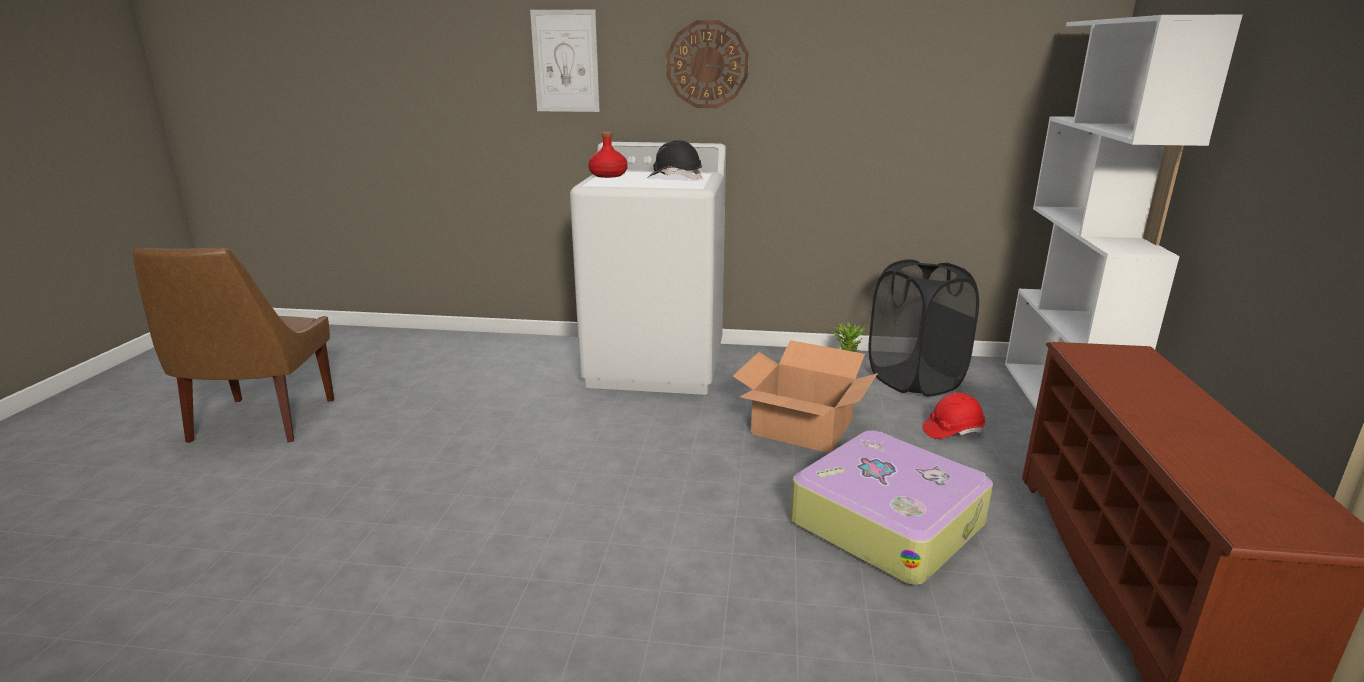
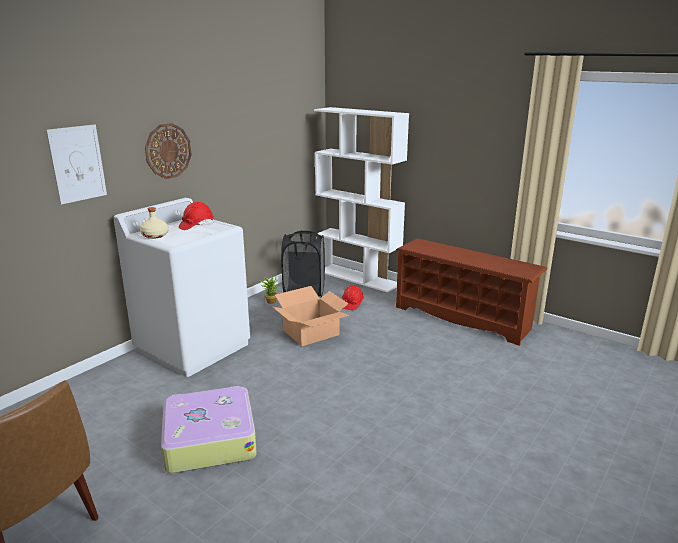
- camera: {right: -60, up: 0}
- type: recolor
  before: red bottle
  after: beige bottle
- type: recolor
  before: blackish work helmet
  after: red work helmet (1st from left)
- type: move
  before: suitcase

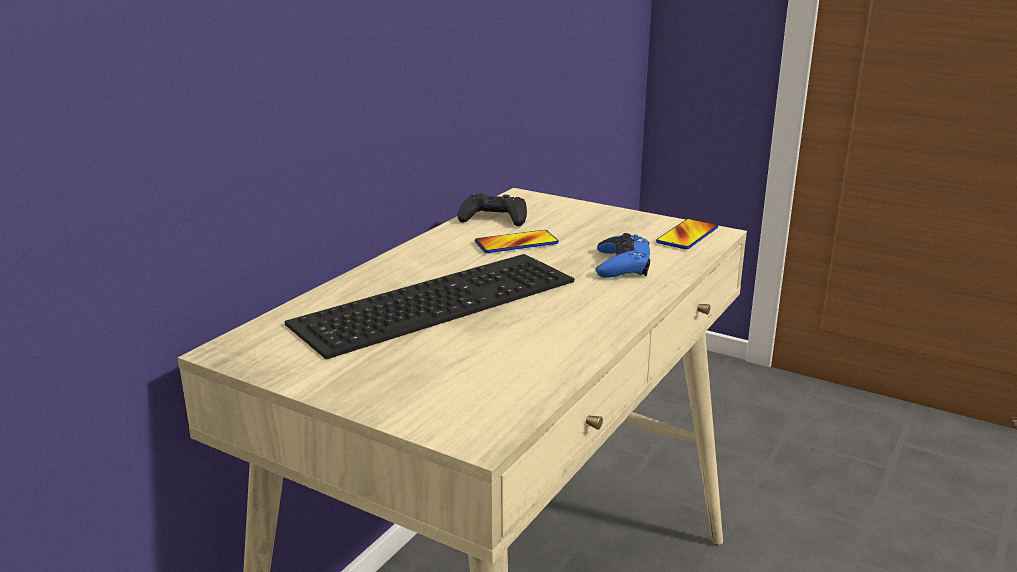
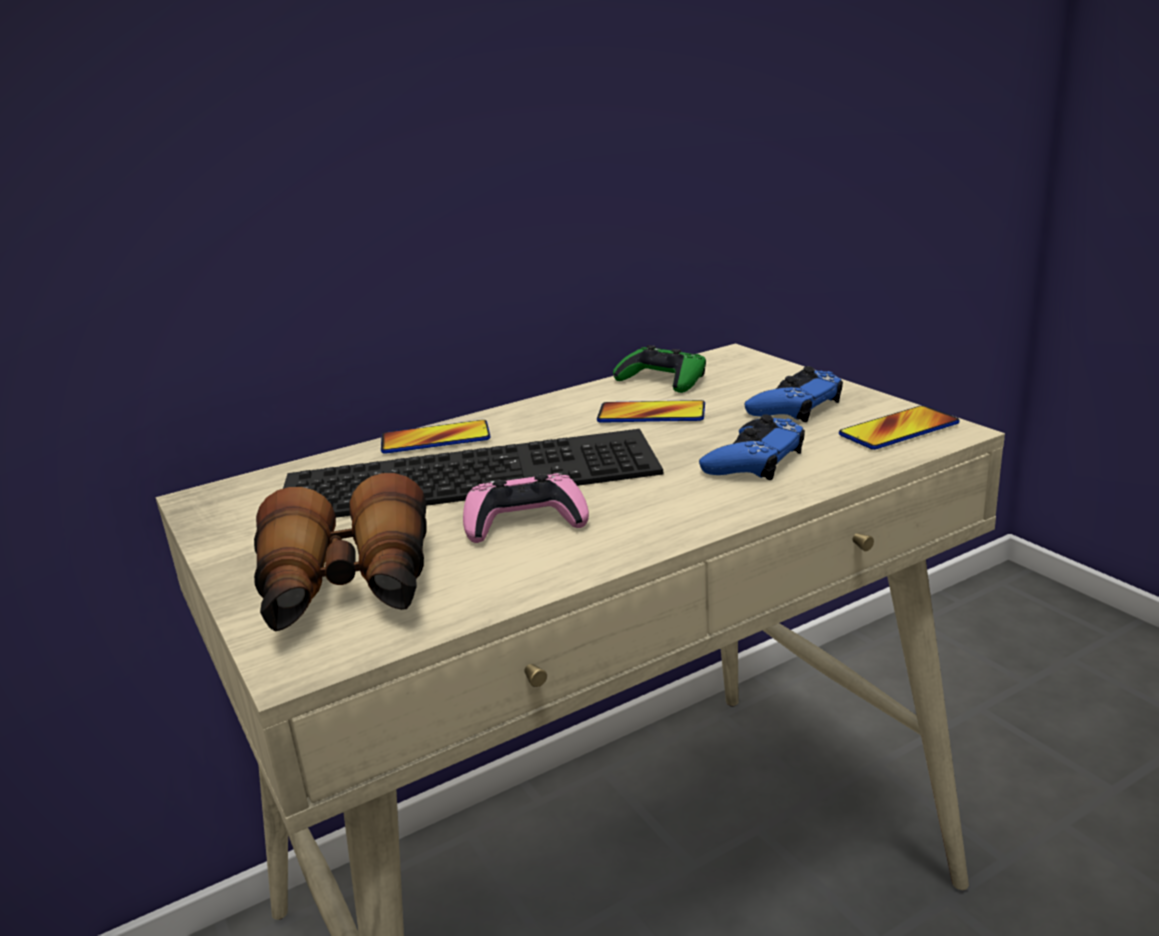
- camera: {right: 30, up: 0}
- type: recolor
  before: blackish game controller
  after: green-coloured game controller
- type: insert
  after: blue-coloured game controller (2nd from left)
- type: insert
  after: handset (1st from left)
- type: insert
  after: field glasses
- type: insert
  after: pinkish game controller

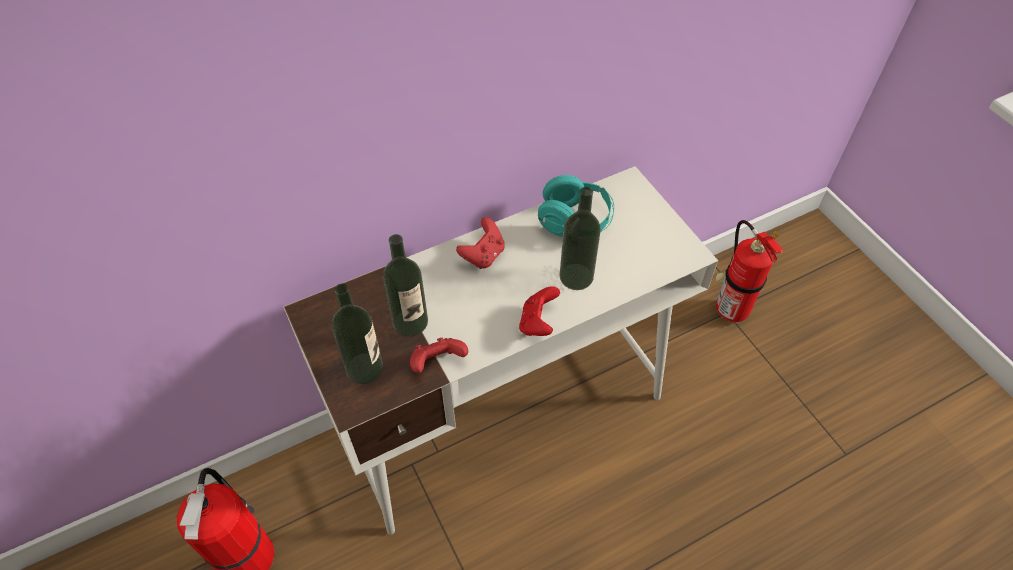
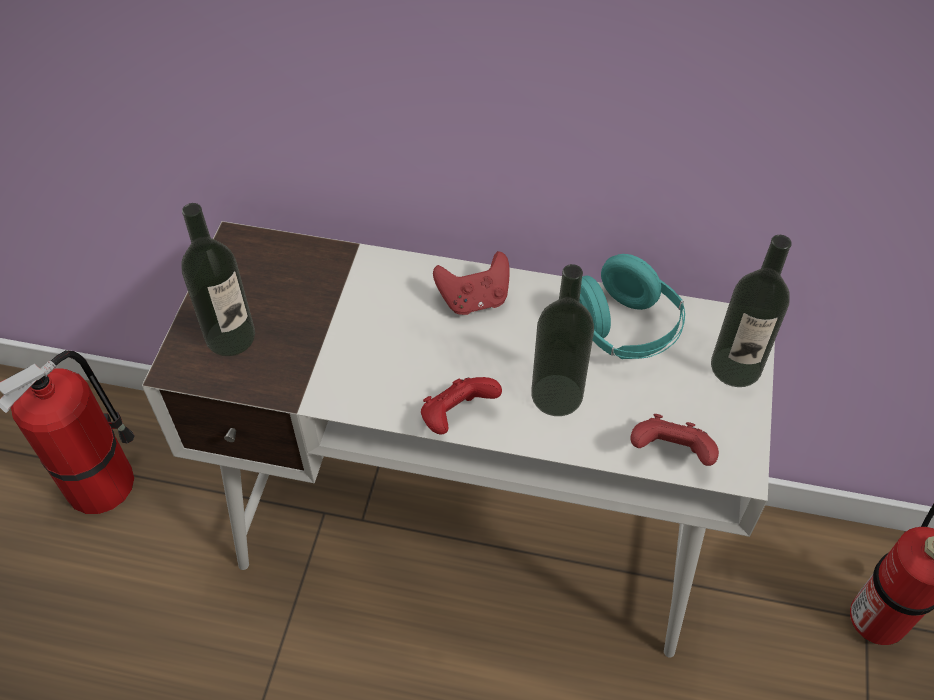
- camera: {right: 40, up: 0}
- type: move
  before: bottle (2nd from left in the first image)
  after: bottle (3rd from left)
- type: move
  before: red game controller (1st from left in the first image)
  after: red game controller (3rd from left)

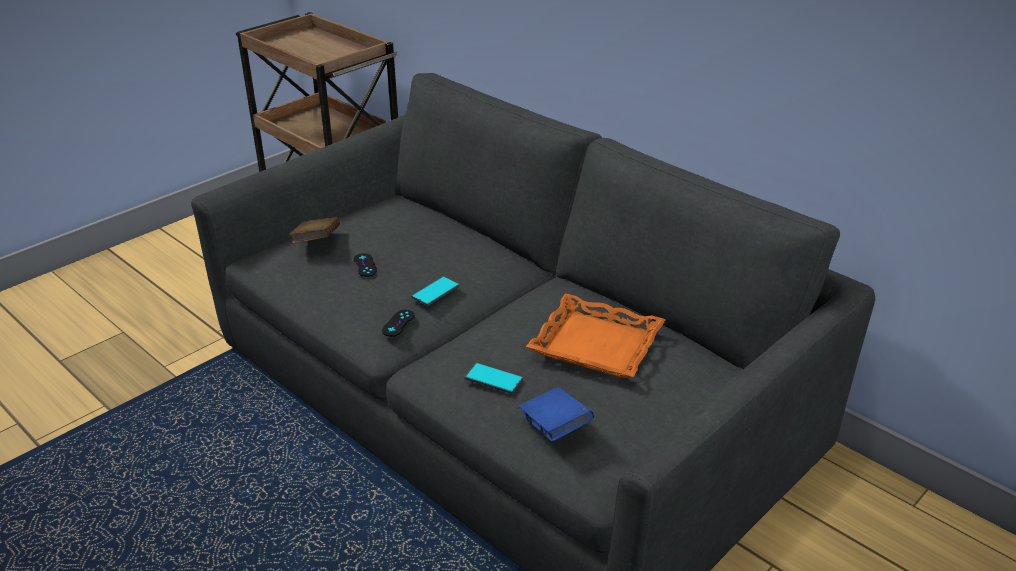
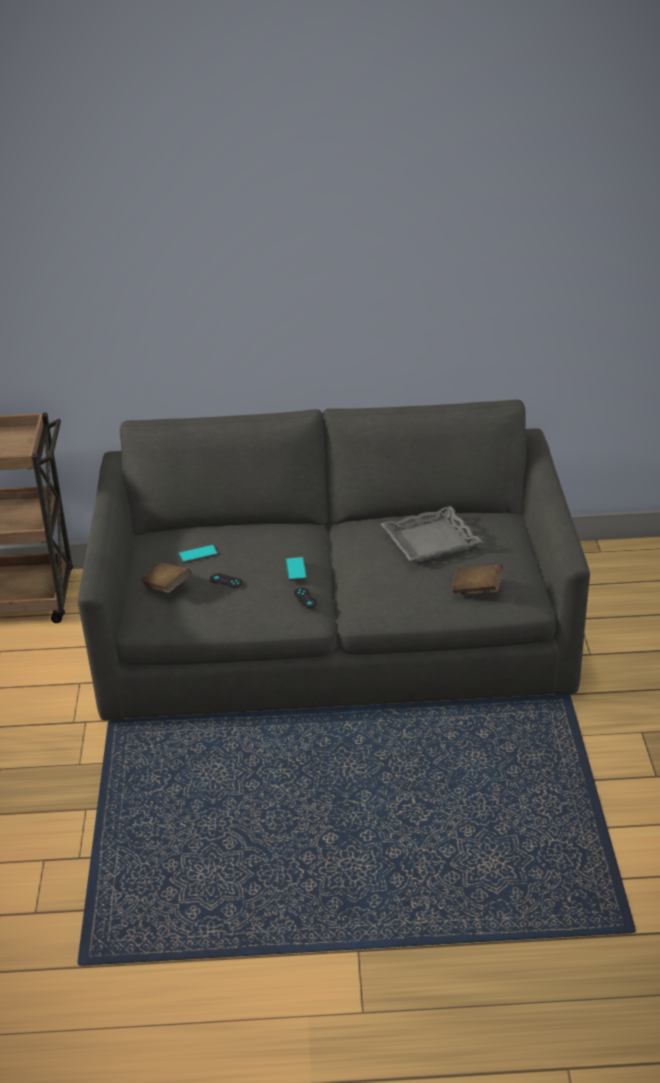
- camera: {right: -45, up: 0}
- type: recolor
  before: orangey carrying tray
  after: grey carrying tray
- type: move
  before: handset (2nd from left in the first image)
  after: handset (1st from left)
- type: recolor
  before: blue-coloured book
  after: brownish book (2nd from left)

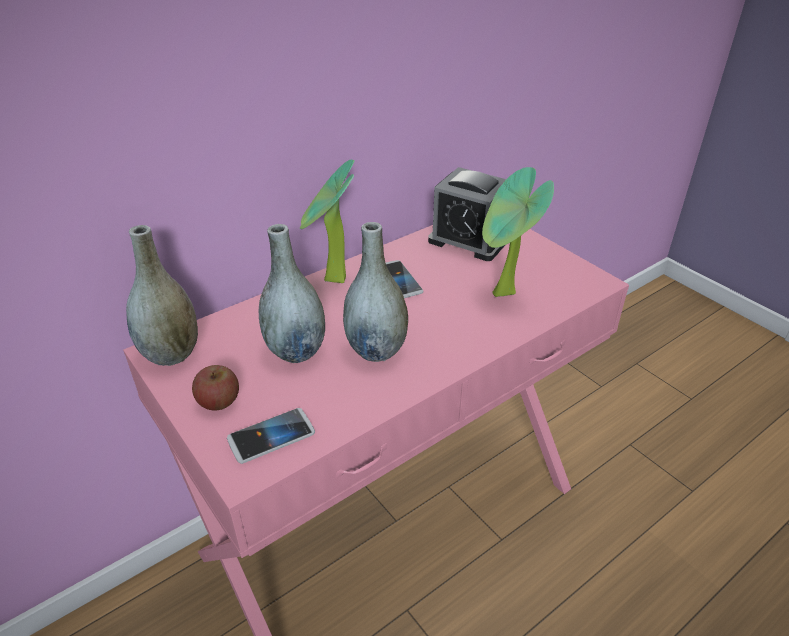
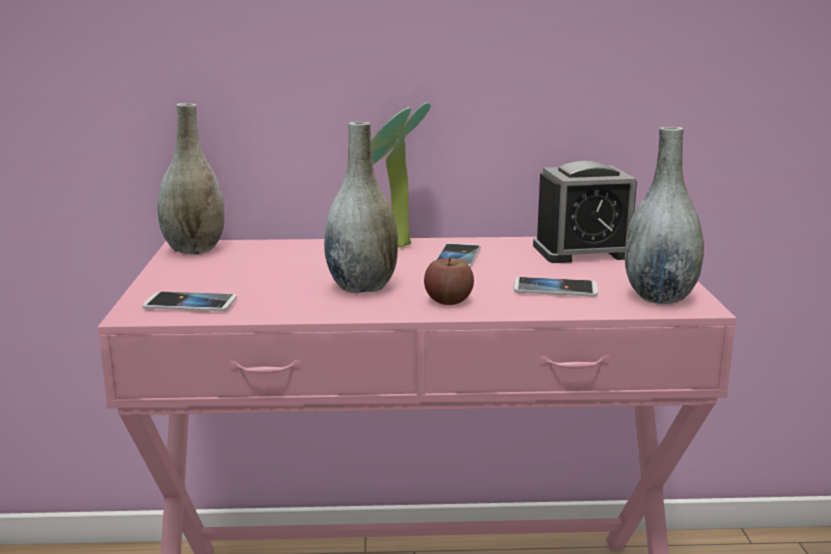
- camera: {right: 35, up: -20}
- type: rotate
  before: table clock
  turn: -75
- type: replace
  before: houseplant (2nd from left)
  after: handset (3rd from left)
- type: move
  before: grey flower vase (2nd from left in the first image)
  after: grey flower vase (3rd from left)
- type: move
  before: apple

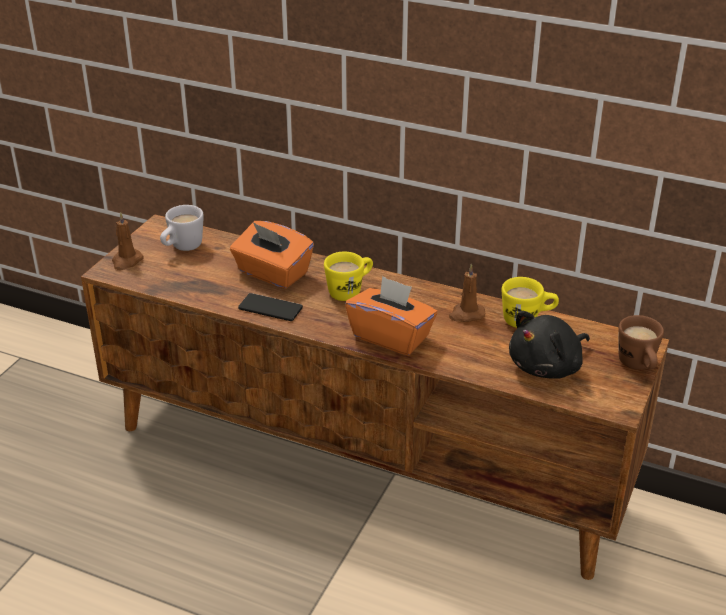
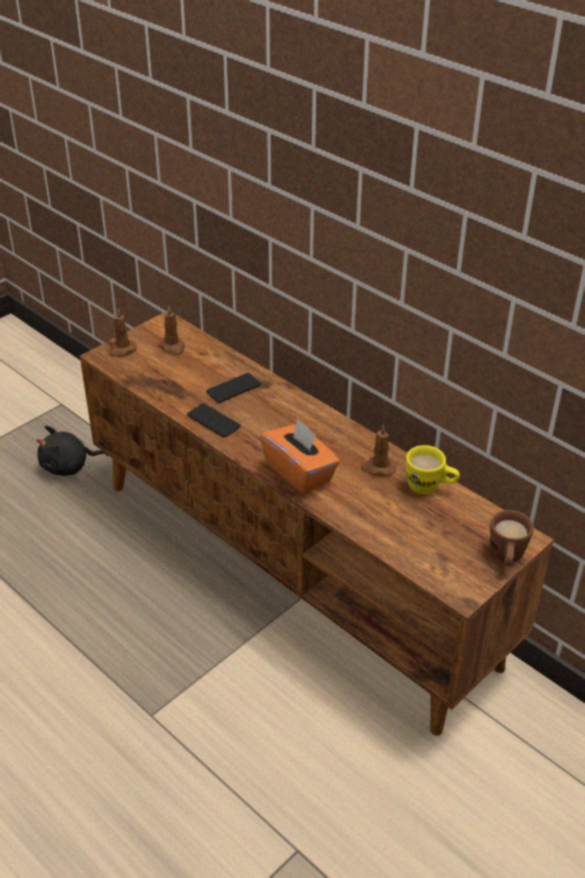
- camera: {right: 20, up: 5}
- type: replace
  before: white mug
  after: brownish wax candle (2nd from left)
- type: replace
  before: orangey tissue holder (1st from left)
  after: handset (2nd from left)
- type: delete
  before: yellow mug (1st from left)
- type: move
  before: blackish plush toy

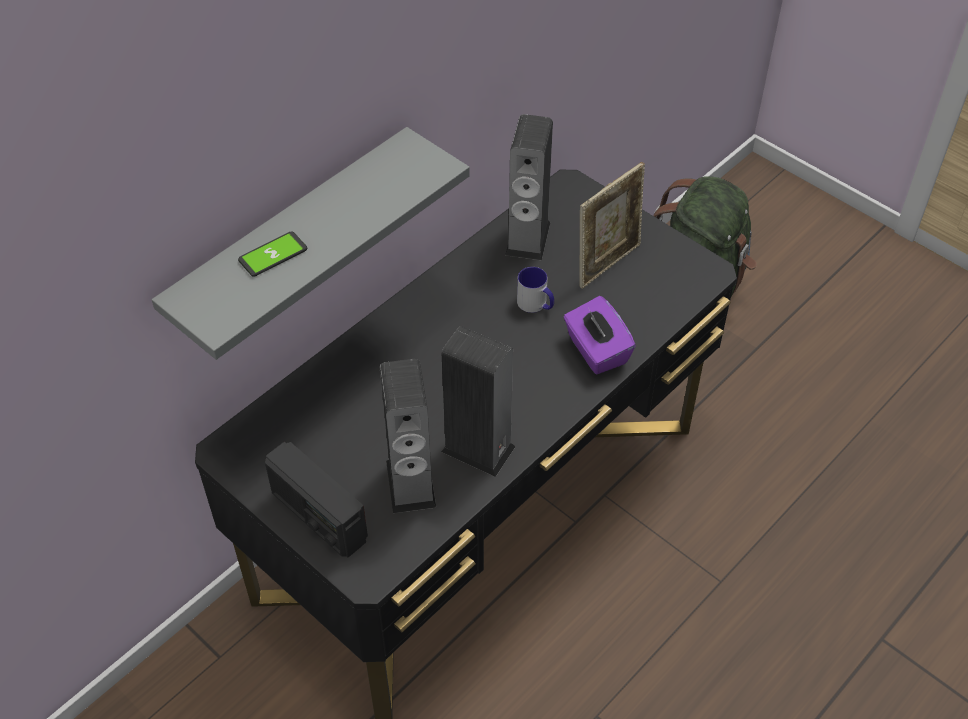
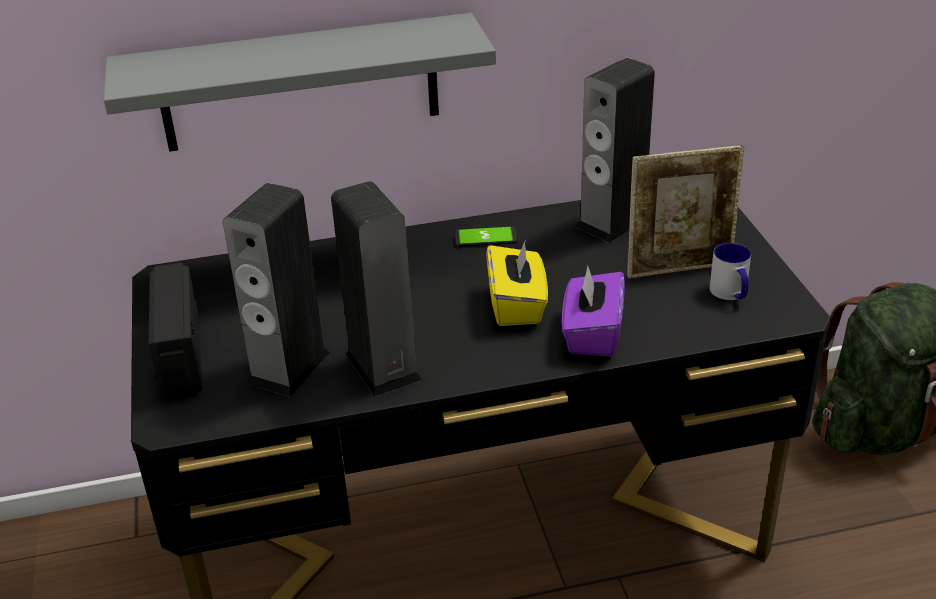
- camera: {right: 35, up: -15}
- type: move
  before: handset
- type: move
  before: mug
- type: insert
  after: yellow tissue holder

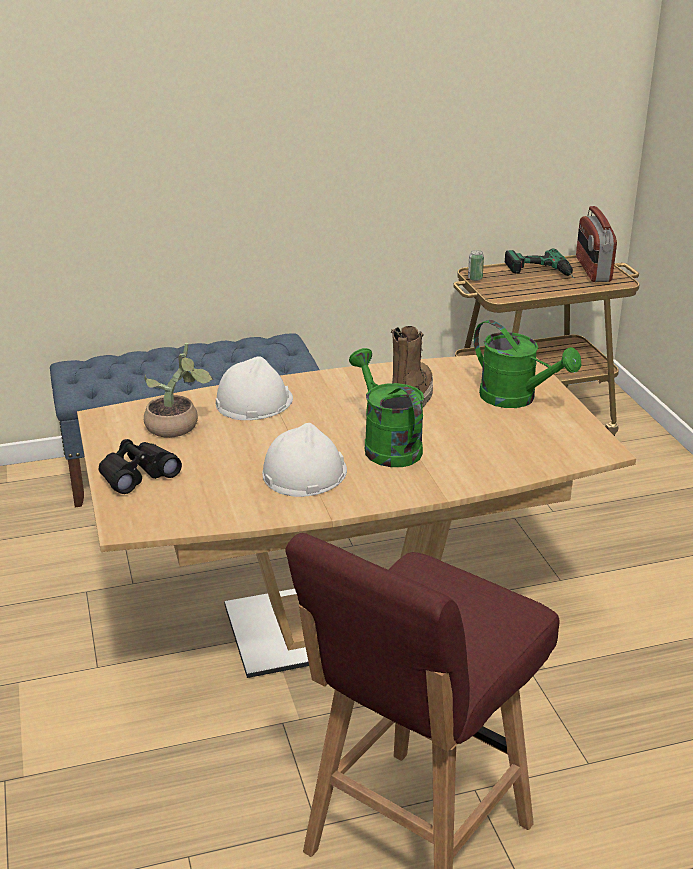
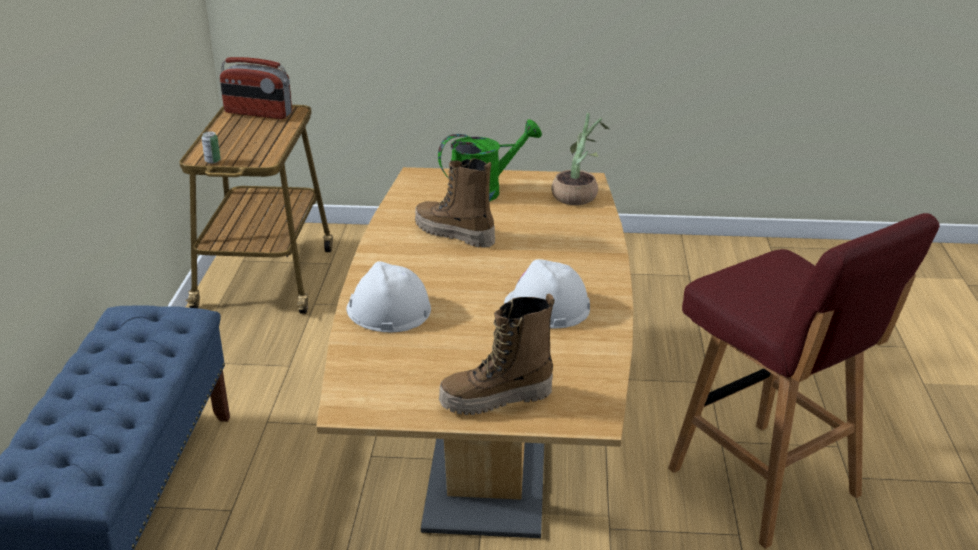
- camera: {right: -70, up: 0}
- type: delete
  before: power drill
- type: move
  before: houseplant
- type: delete
  before: green-coloured watering pot (1st from left)
- type: replace
  before: blackish field glasses
  after: boot (2nd from left)

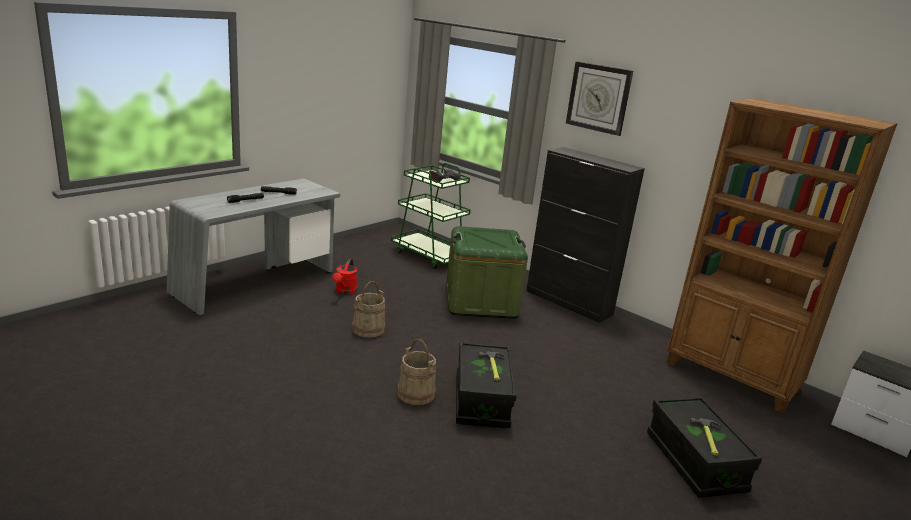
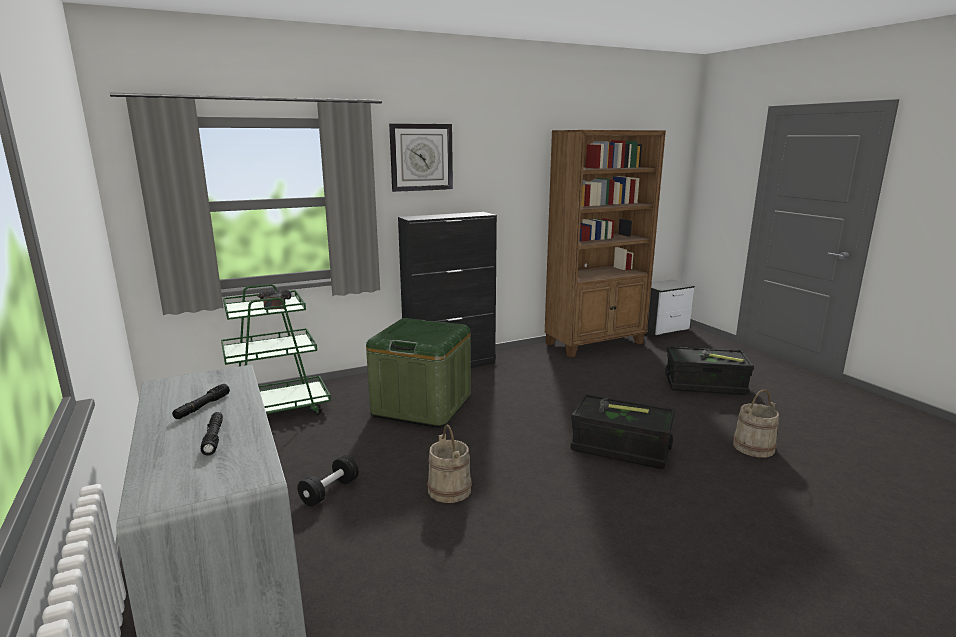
- camera: {right: -65, up: -5}
- type: replace
  before: red watering pot
  after: blackish hand weight
- type: move
  before: beige pail (2nd from left)

